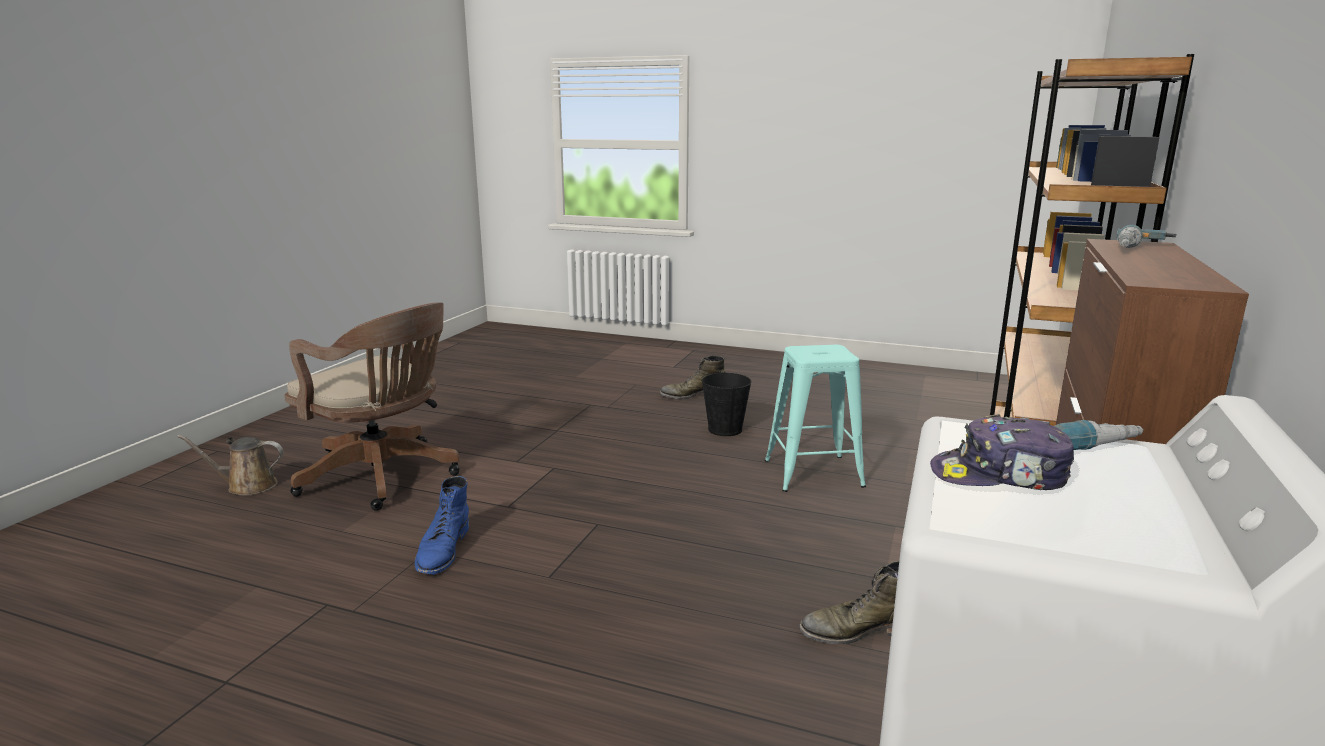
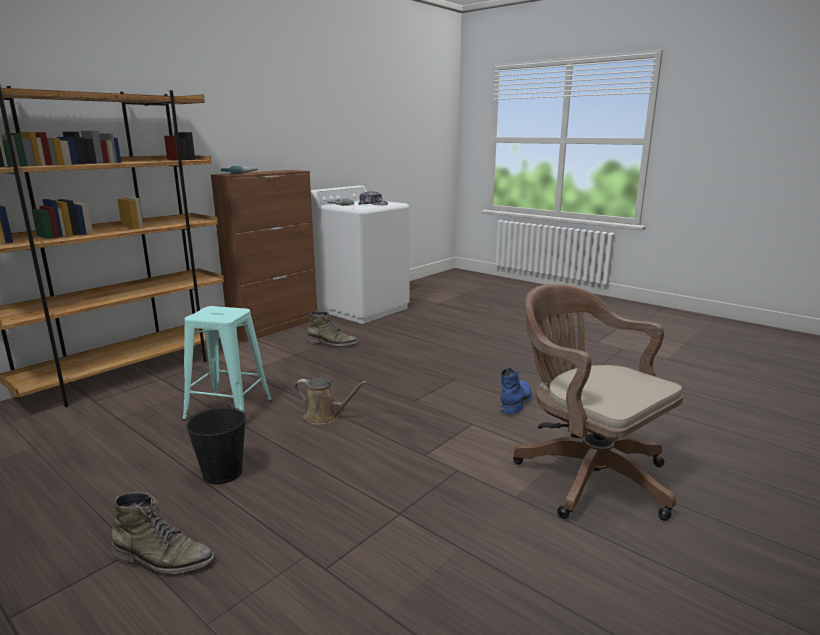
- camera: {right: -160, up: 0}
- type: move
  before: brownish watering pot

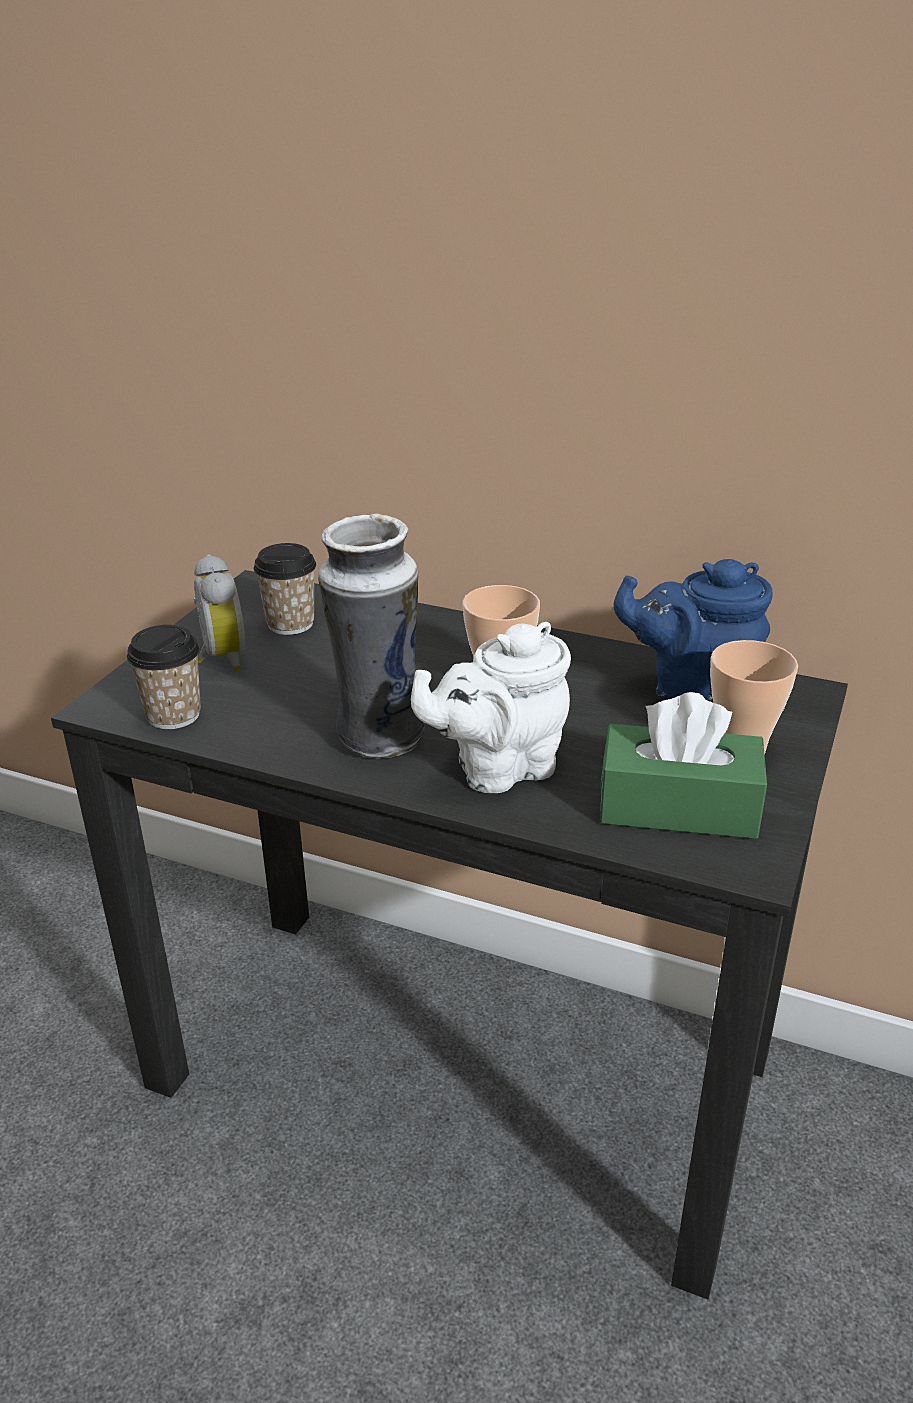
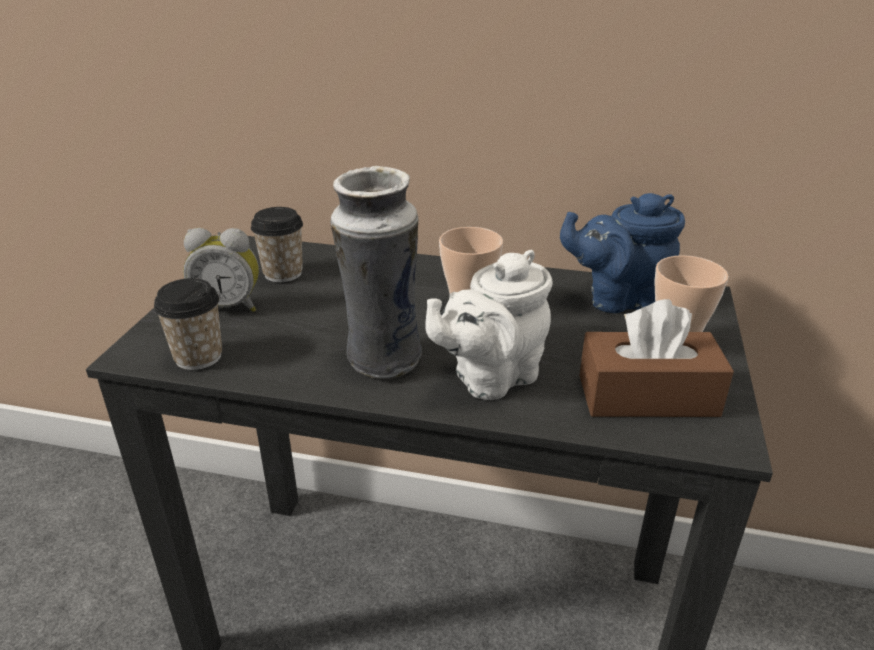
- camera: {right: -10, up: 0}
- type: rotate
  before: table clock
  turn: 120
- type: recolor
  before: green-coloured tissue holder
  after: brownish tissue holder

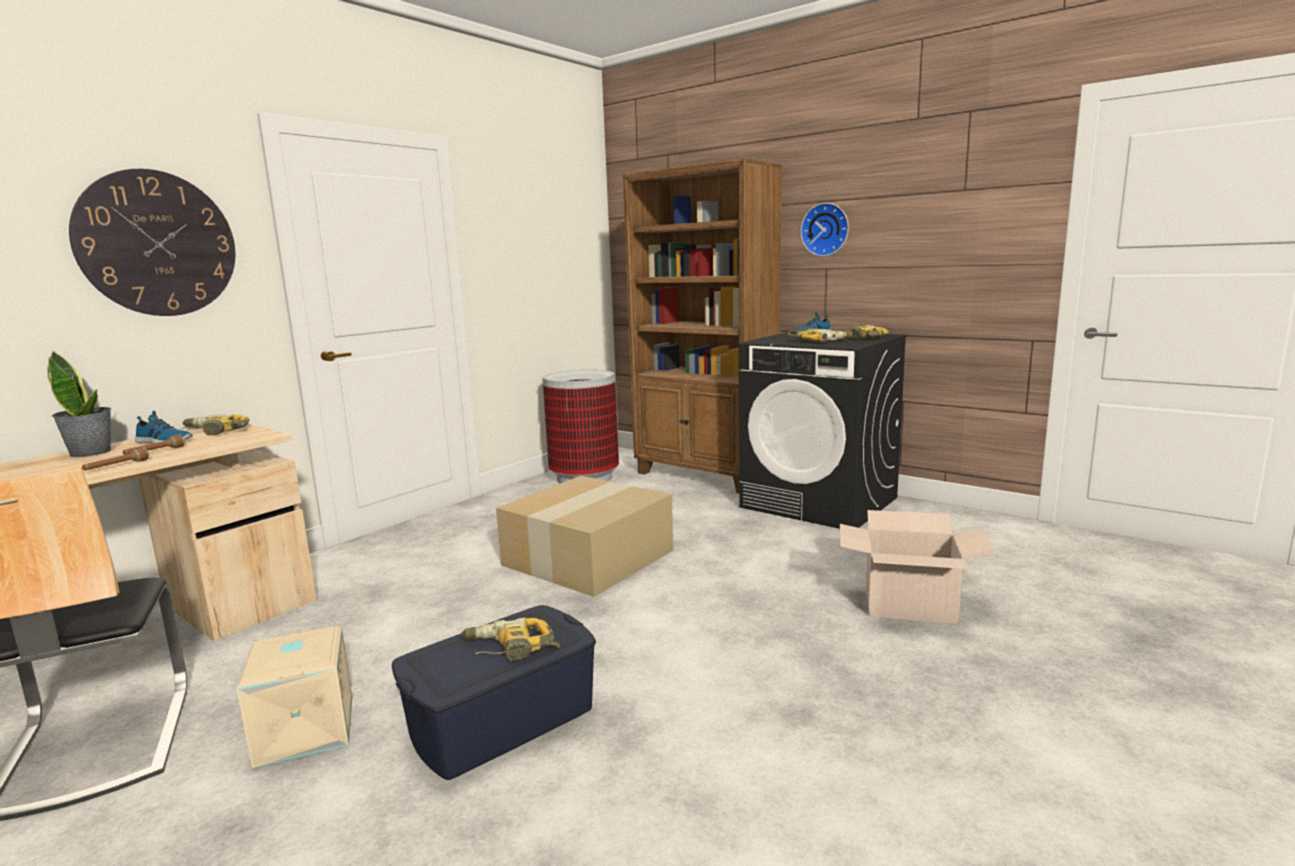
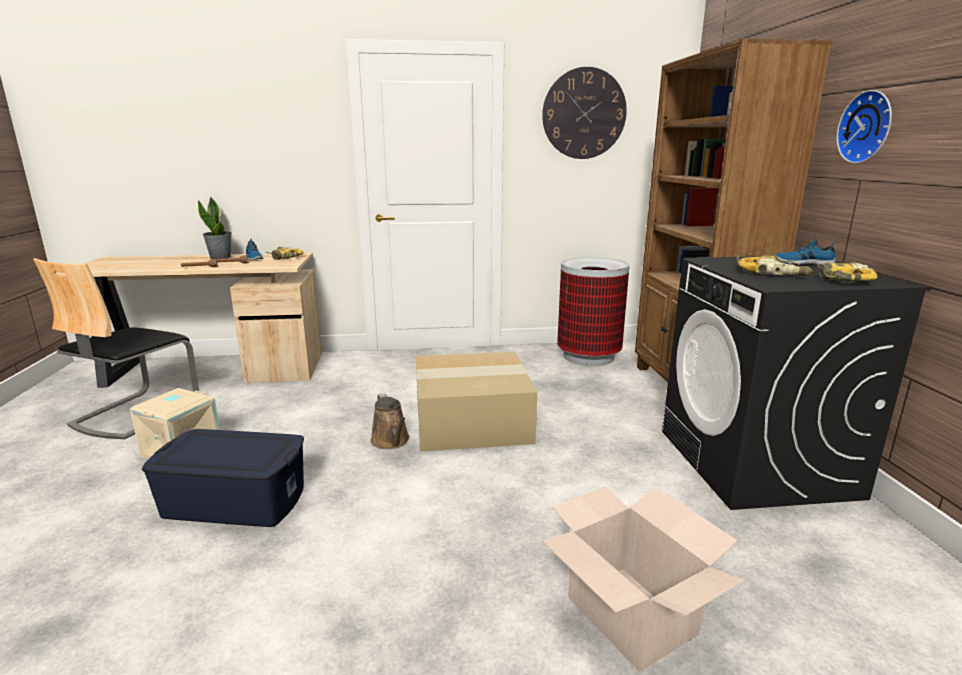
- camera: {right: 45, up: 5}
- type: move
  before: hanging clock (1st from left)
- type: delete
  before: power drill (2nd from left)
- type: insert
  after: brownish watering pot

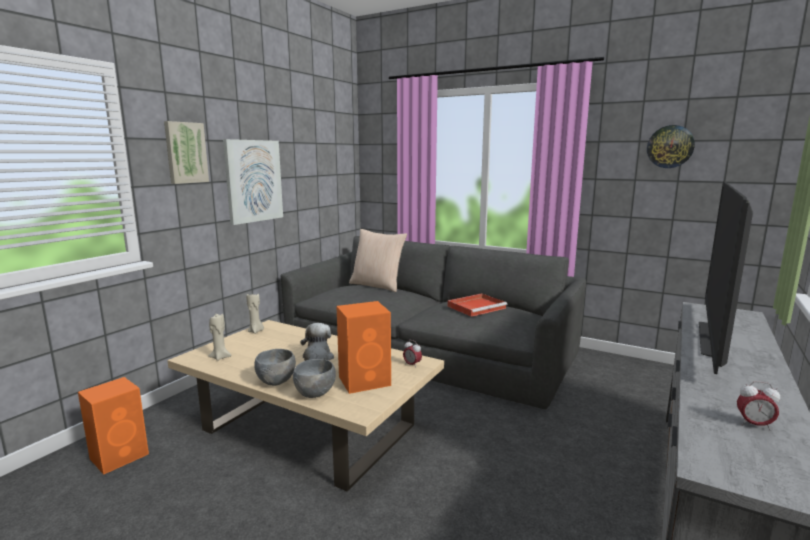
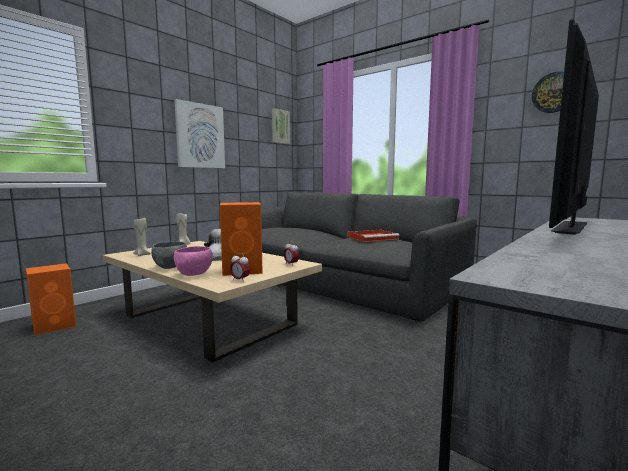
- camera: {right: 10, up: -5}
- type: move
  before: picture (1st from left in the first image)
  after: picture (2nd from left)
- type: delete
  before: beige cushion
- type: recolor
  before: grey serving bowl (2nd from left)
  after: pinkish serving bowl
- type: move
  before: table clock (2nd from left in the first image)
  after: table clock (1st from left)

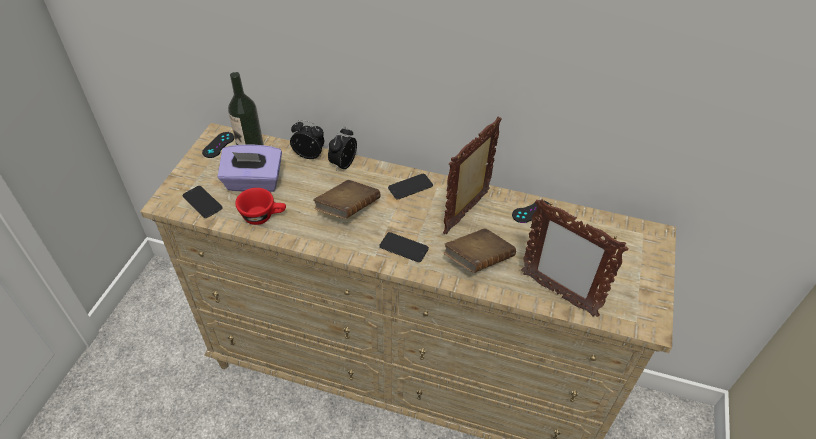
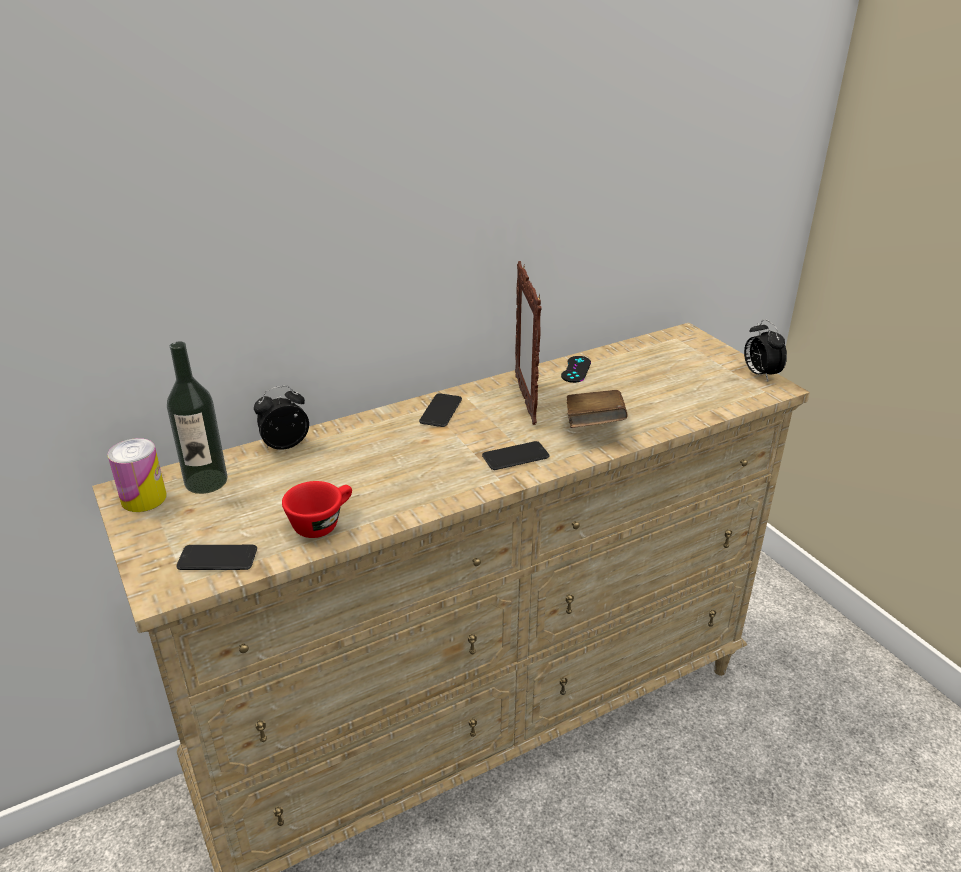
- camera: {right: -45, up: -15}
- type: move
  before: table clock (2nd from left)
- type: replace
  before: blackish game controller (1st from left)
  after: metal can
- type: delete
  before: purple tissue holder
- type: delete
  before: brownish book (1st from left)
- type: delete
  before: standing frame (2nd from left)

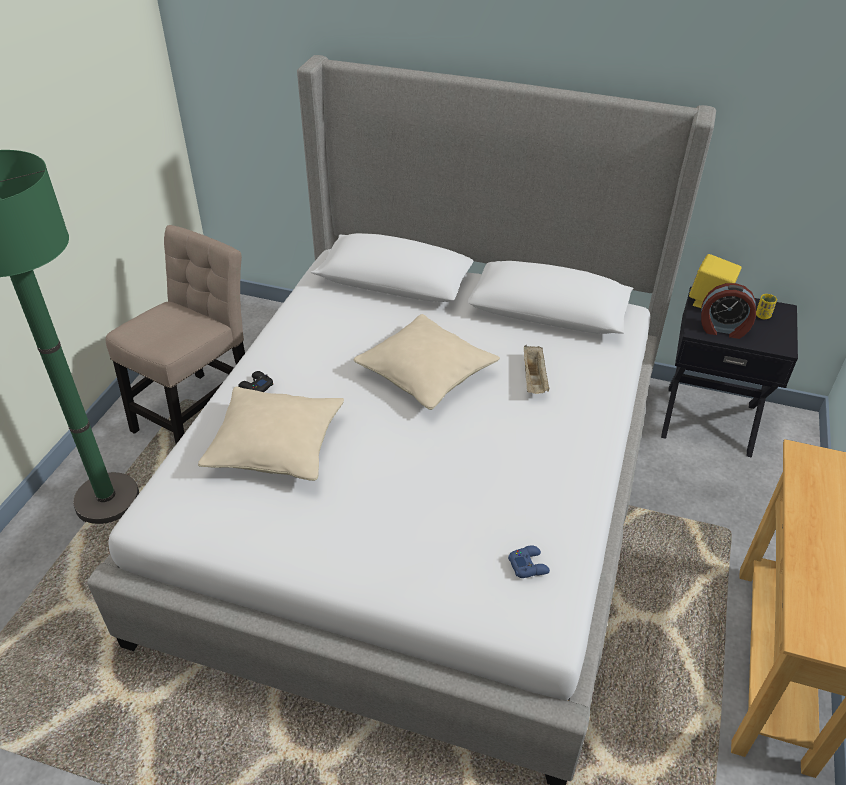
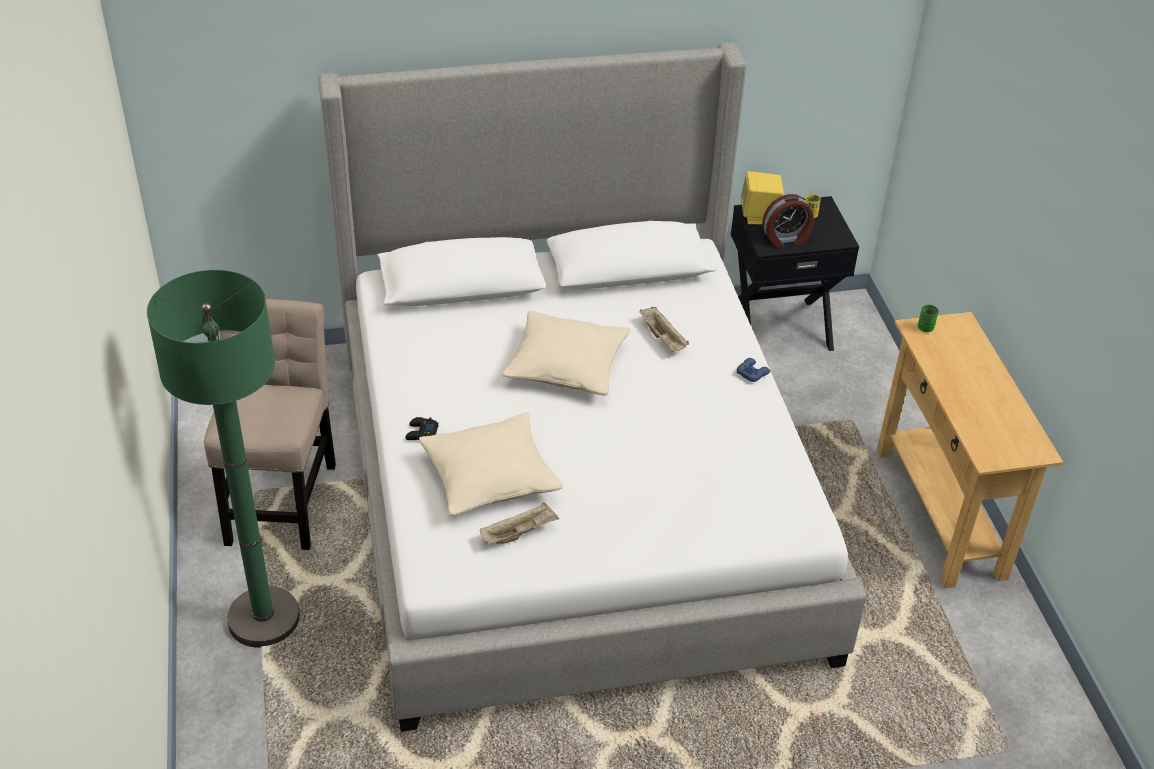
- camera: {right: -30, up: 0}
- type: move
  before: blue-coloured game controller
- type: insert
  after: green-coloured cup
- type: insert
  after: beige carrying tray (1st from left)

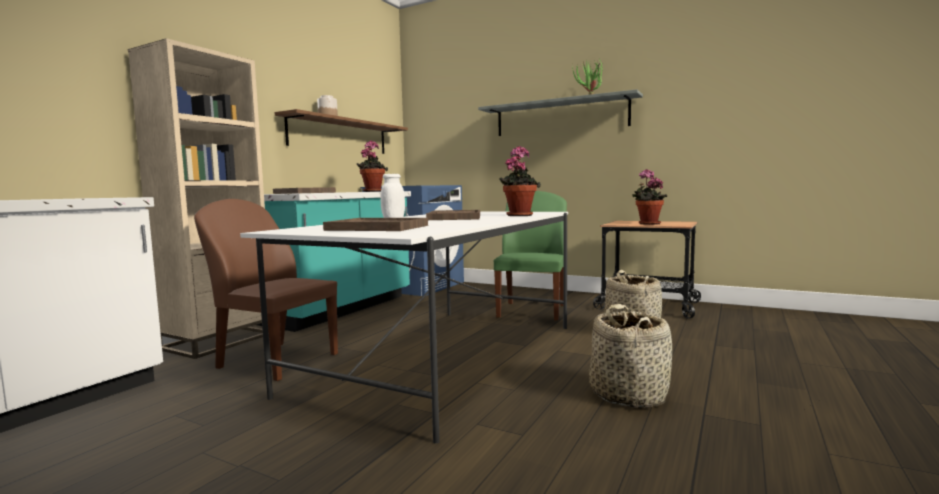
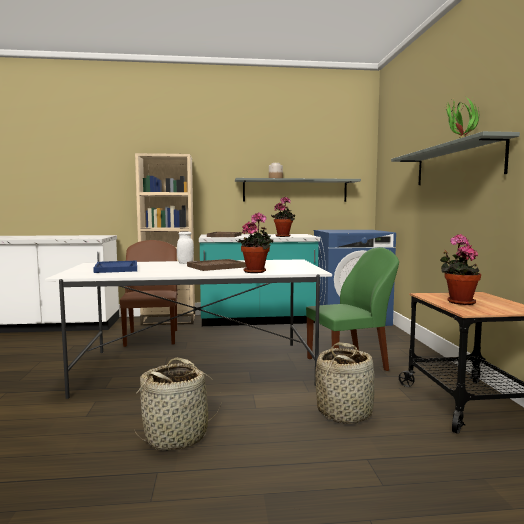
- camera: {right: 55, up: 0}
- type: recolor
  before: brownish wall shelf
  after: grey wall shelf (1st from left)
- type: recolor
  before: brownish carrying tray (2nd from left)
  after: blue-coloured carrying tray

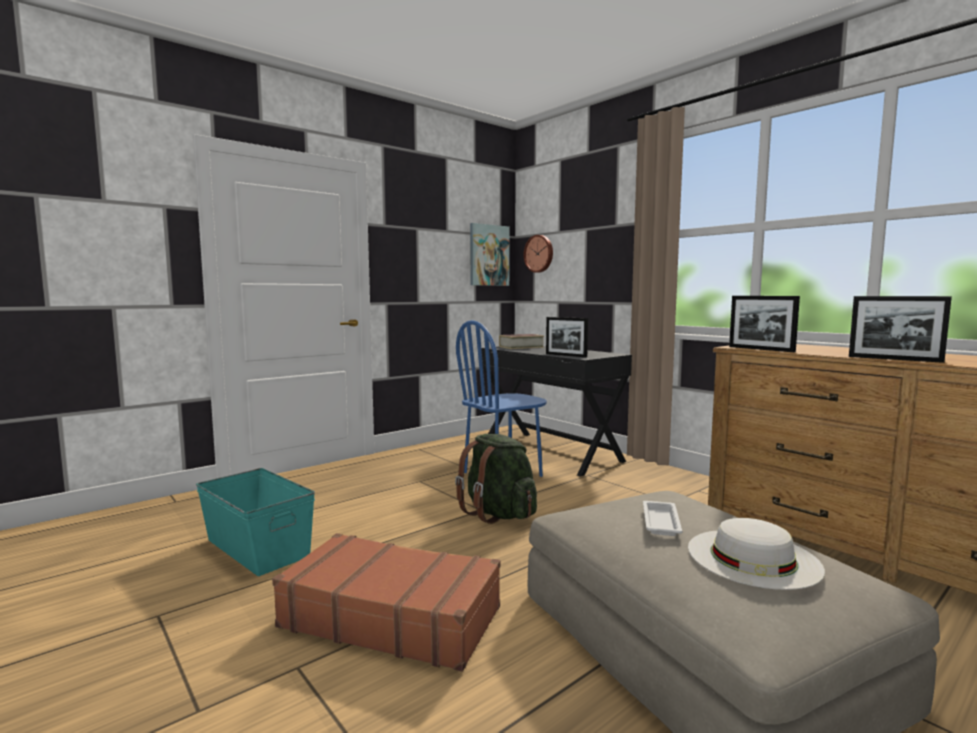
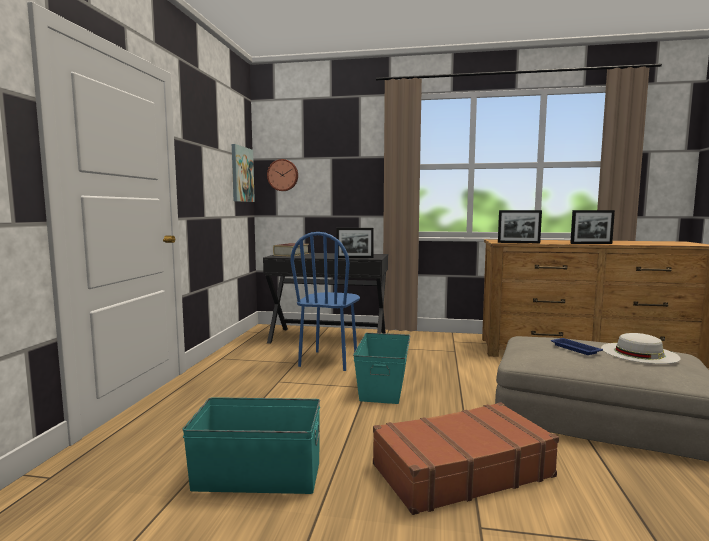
- camera: {right: -40, up: 0}
- type: replace
  before: green-coloured knapsack
  after: turquoise storage bin (2nd from left)
- type: recolor
  before: white carrying tray
  after: blue-coloured carrying tray

